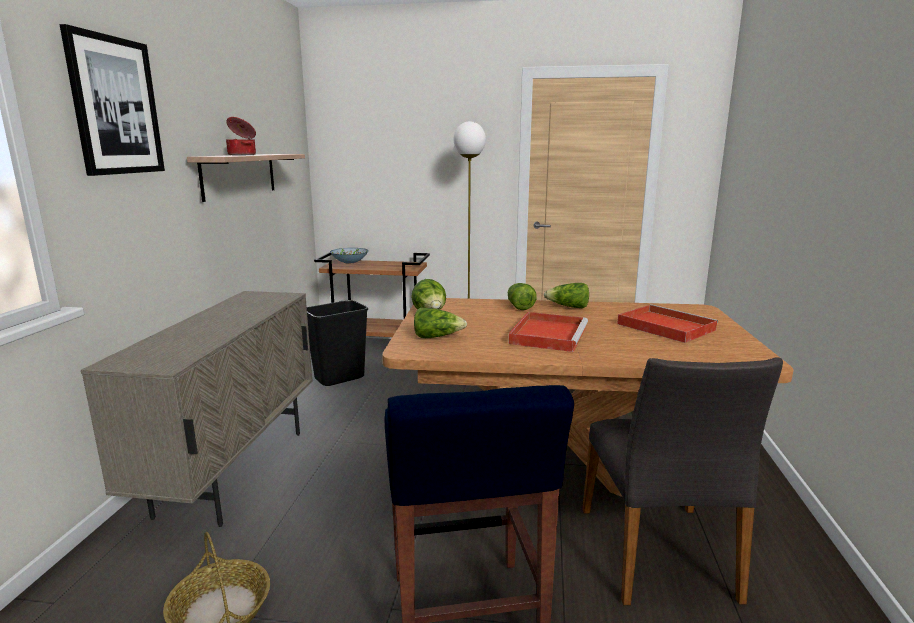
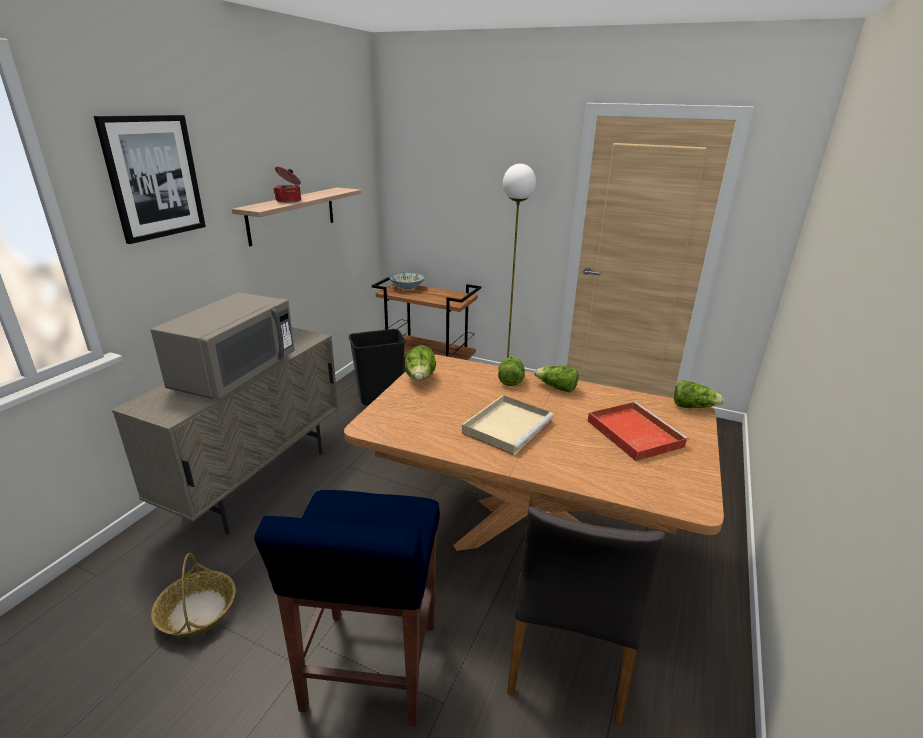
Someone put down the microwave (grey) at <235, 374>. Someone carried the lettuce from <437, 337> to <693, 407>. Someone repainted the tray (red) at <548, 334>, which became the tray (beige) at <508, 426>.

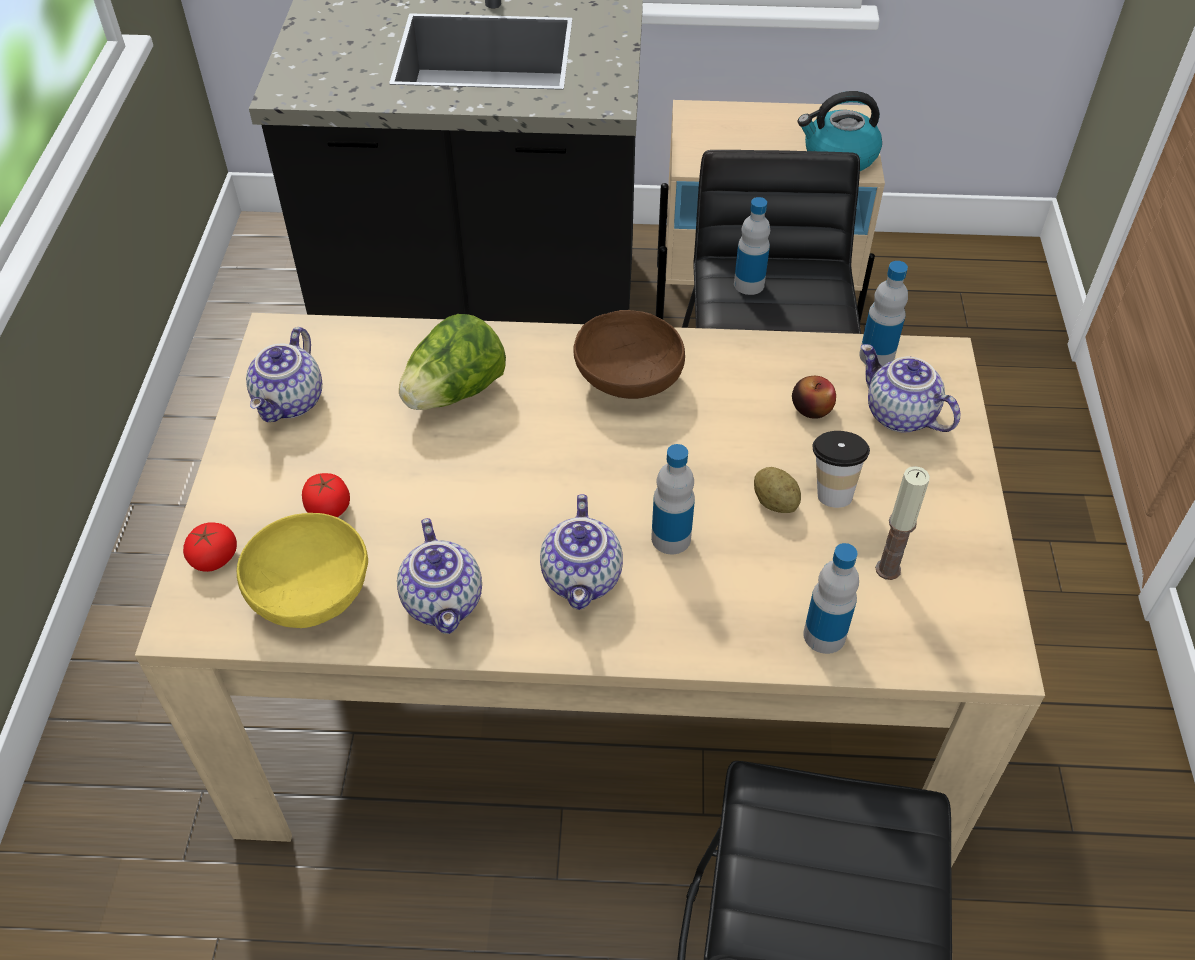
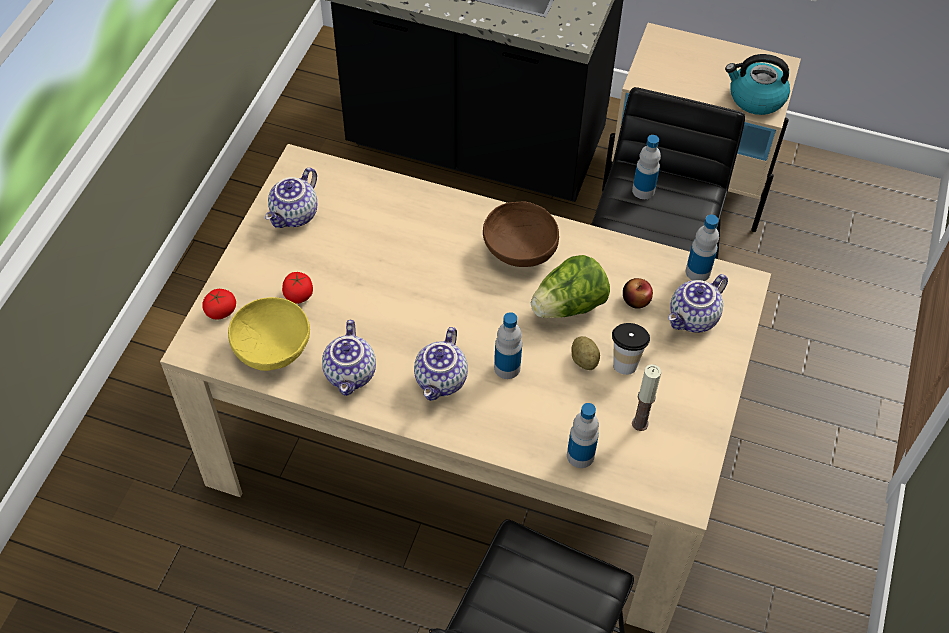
Someone carried the lettuce from <455, 393> to <568, 306>. Someone rotated the teapot at <898, 415> by 105 degrees counterclockwise.

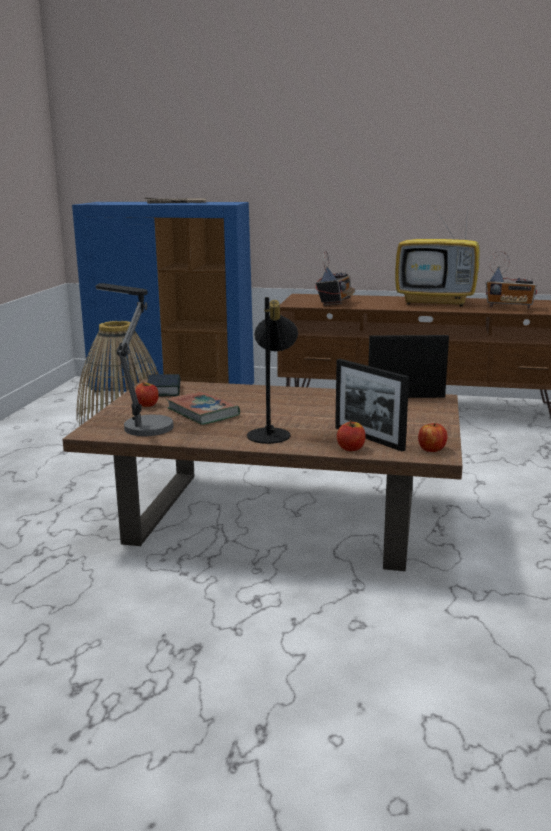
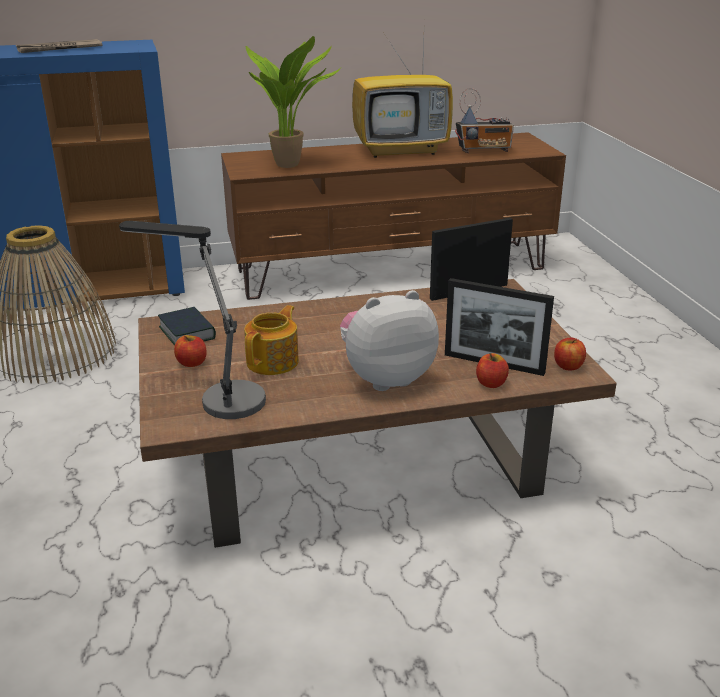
Someone swapped the book at <203, 412> for the teapot at <274, 362>. Someone swapped the table lamp (black) at <272, 433> for the plush toy at <386, 378>. Someone swapped the radio at <335, 303> for the potted plant at <291, 165>.

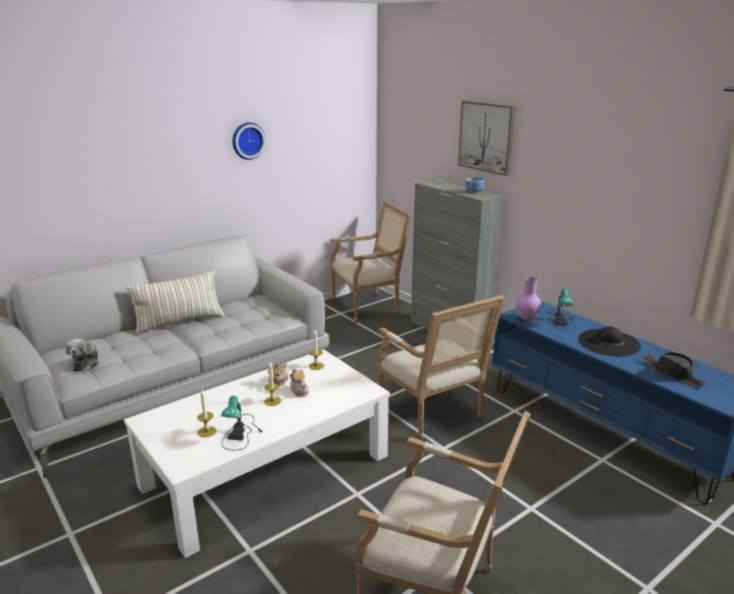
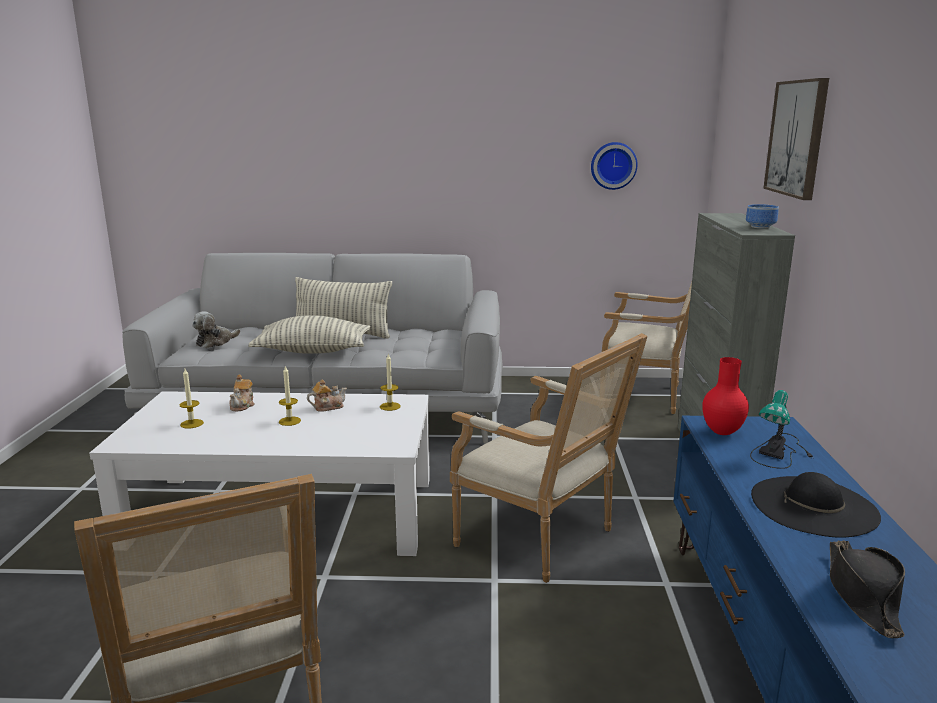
Someone took away the table lamp at <241, 433>. Someone put down the pillow at <313, 351>. Someone carried the wall clock from <247, 140> to <613, 165>. Someone carried the teapot from <299, 391> to <243, 405>. Someone repainted the vase (purple) at <527, 318>, which became the vase (red) at <723, 433>. Someone rotated the armchair at <435, 415> by 60 degrees counterclockwise.

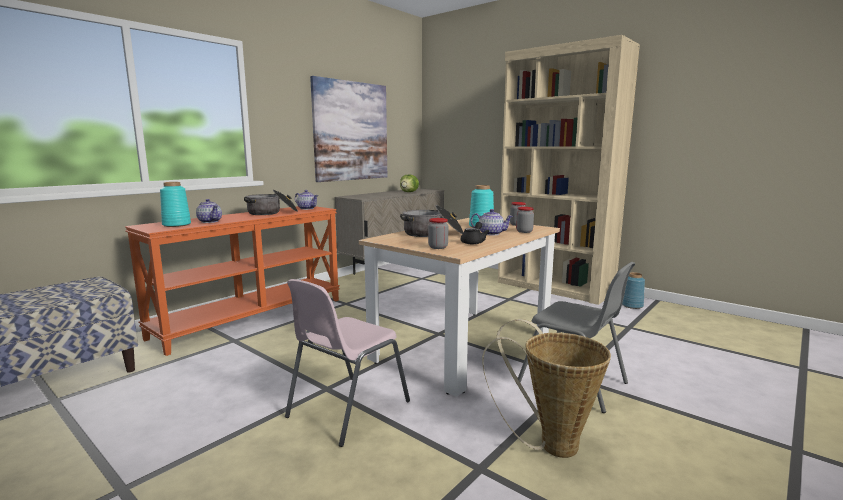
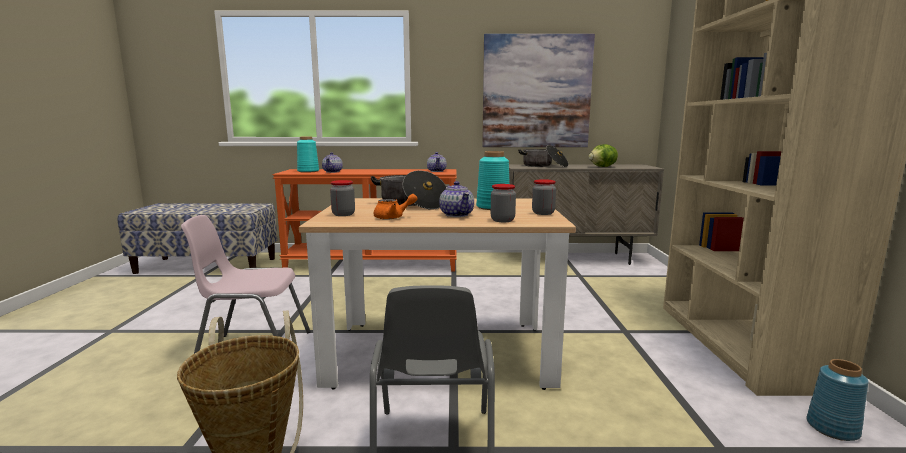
Someone carried the cooking pot from <272, 212> to <544, 166>. Someone repainted the teapot (black) at <474, 242>, which became the teapot (orange) at <393, 217>.

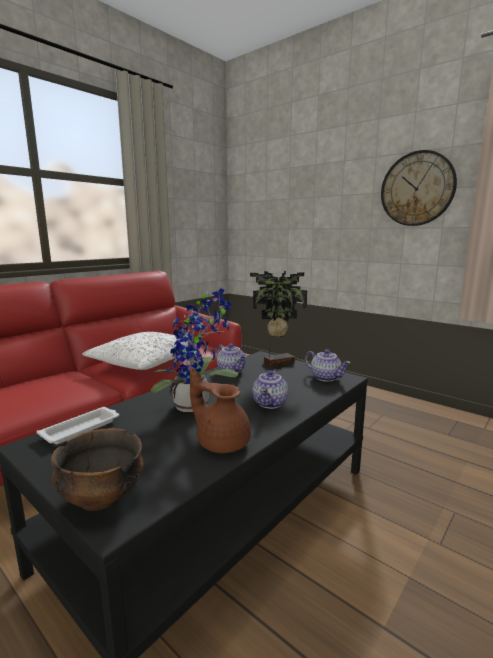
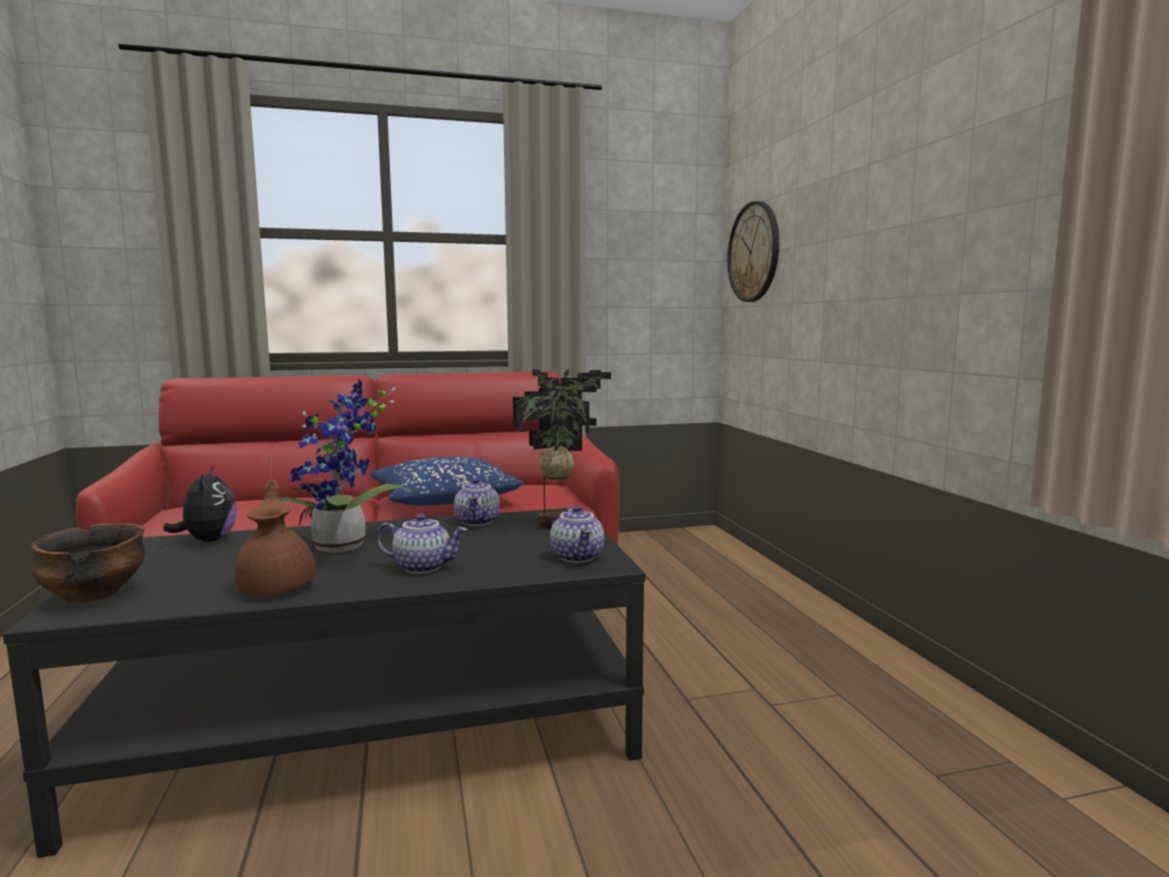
Someone carried the wall clock from <417, 189> to <754, 252>. Someone swapped the tray (white) at <82, 428> for the plush toy at <208, 540>. Someone repainted the pillow (white) at <144, 362>, which became the pillow (blue) at <445, 499>. Someone rotated the teapot at <270, 404> by 135 degrees counterclockwise.

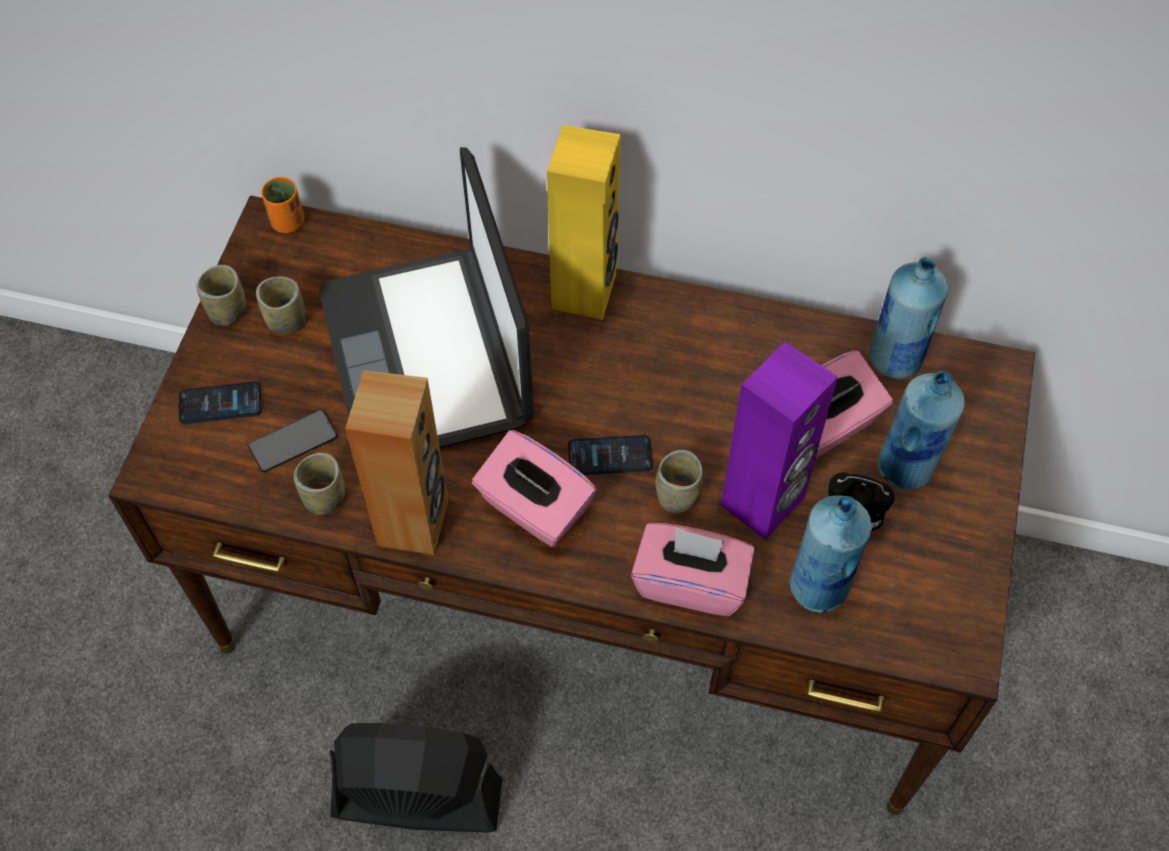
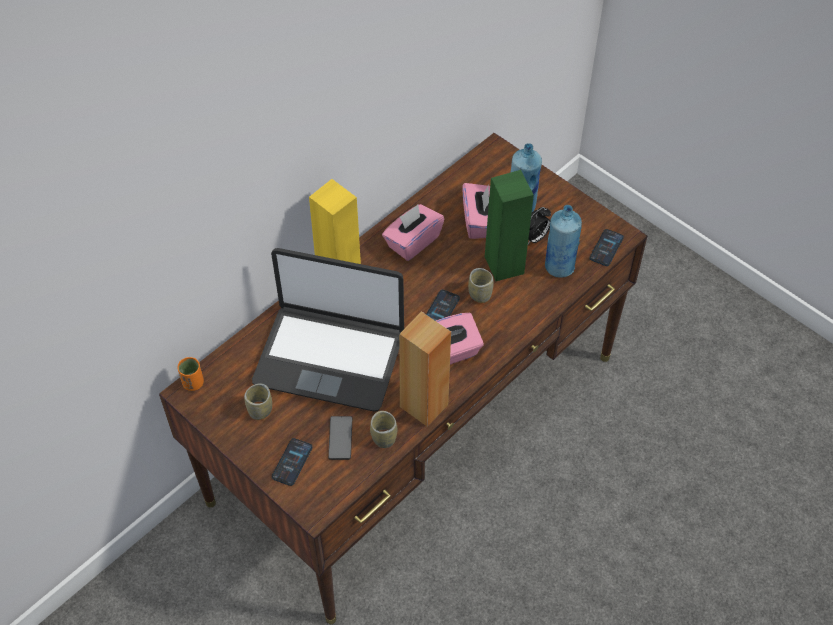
Someone took away the cup at <227, 311>. Someone took away the fan (black) at <416, 798>. Someone took away the bottle (blue) at <894, 359>. Someone put down the phone at <606, 248>. Someone carried the tissue box (pink) from <690, 582> to <412, 242>. Someone repainted the speaker (purple) at <763, 502>, which became the speaker (green) at <504, 265>.

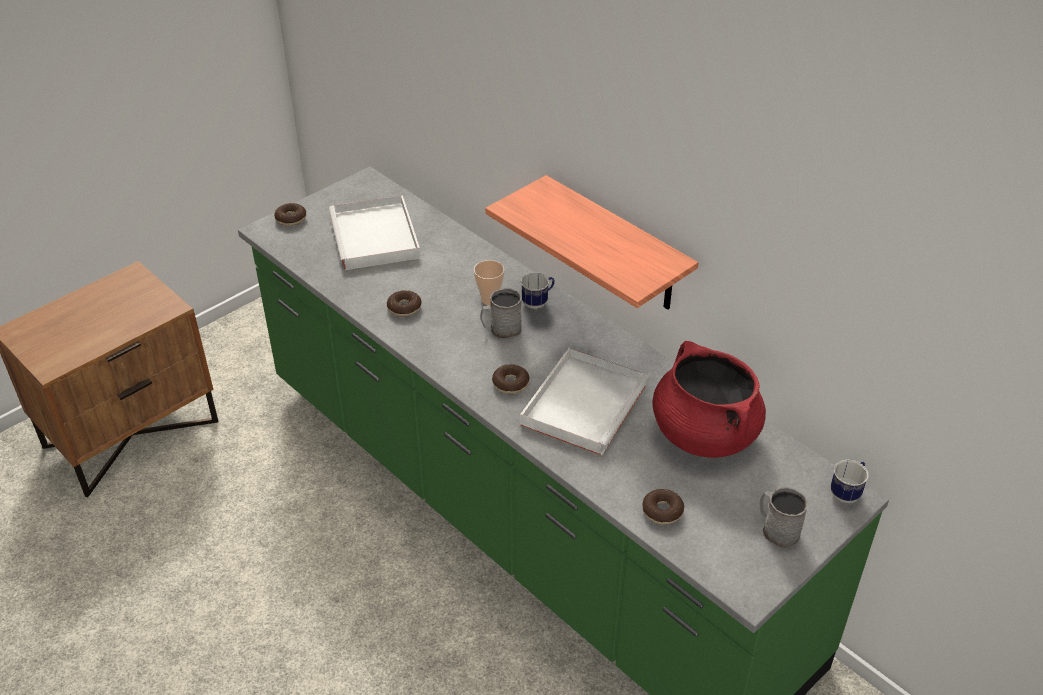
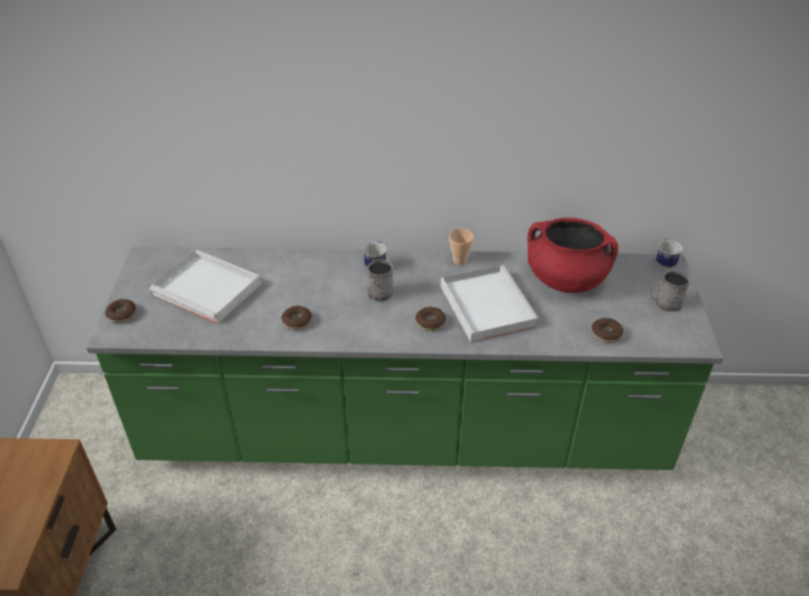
Someone took away the shelf at <616, 246>. Someone carried the cup from <489, 300> to <459, 260>.

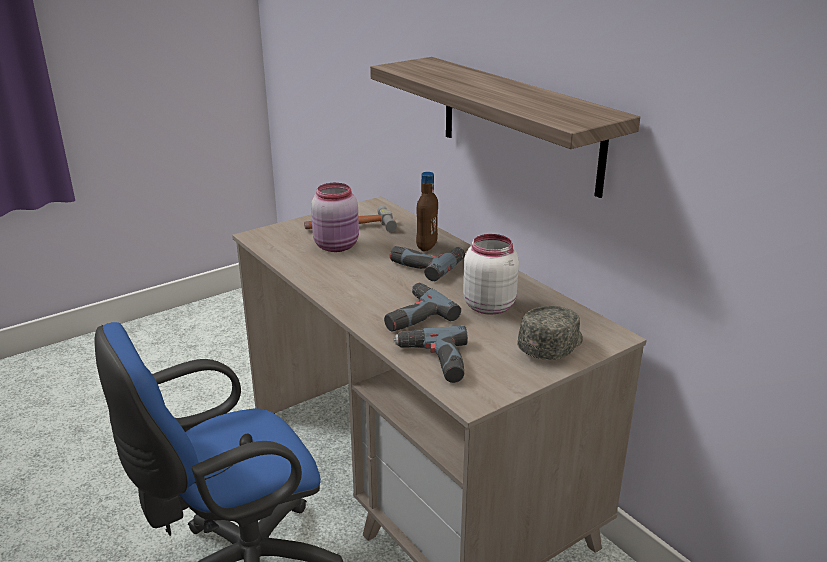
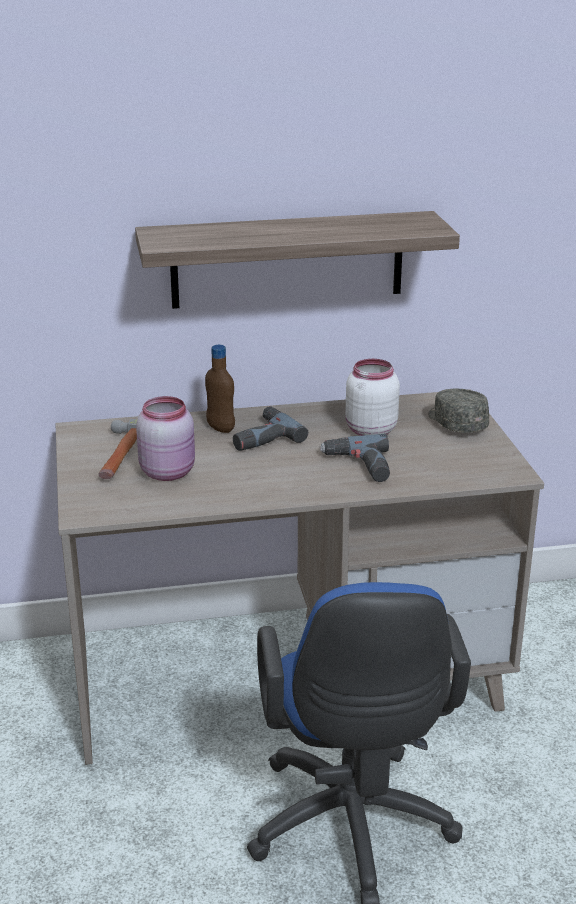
Someone took away the power drill at <433, 362>.

